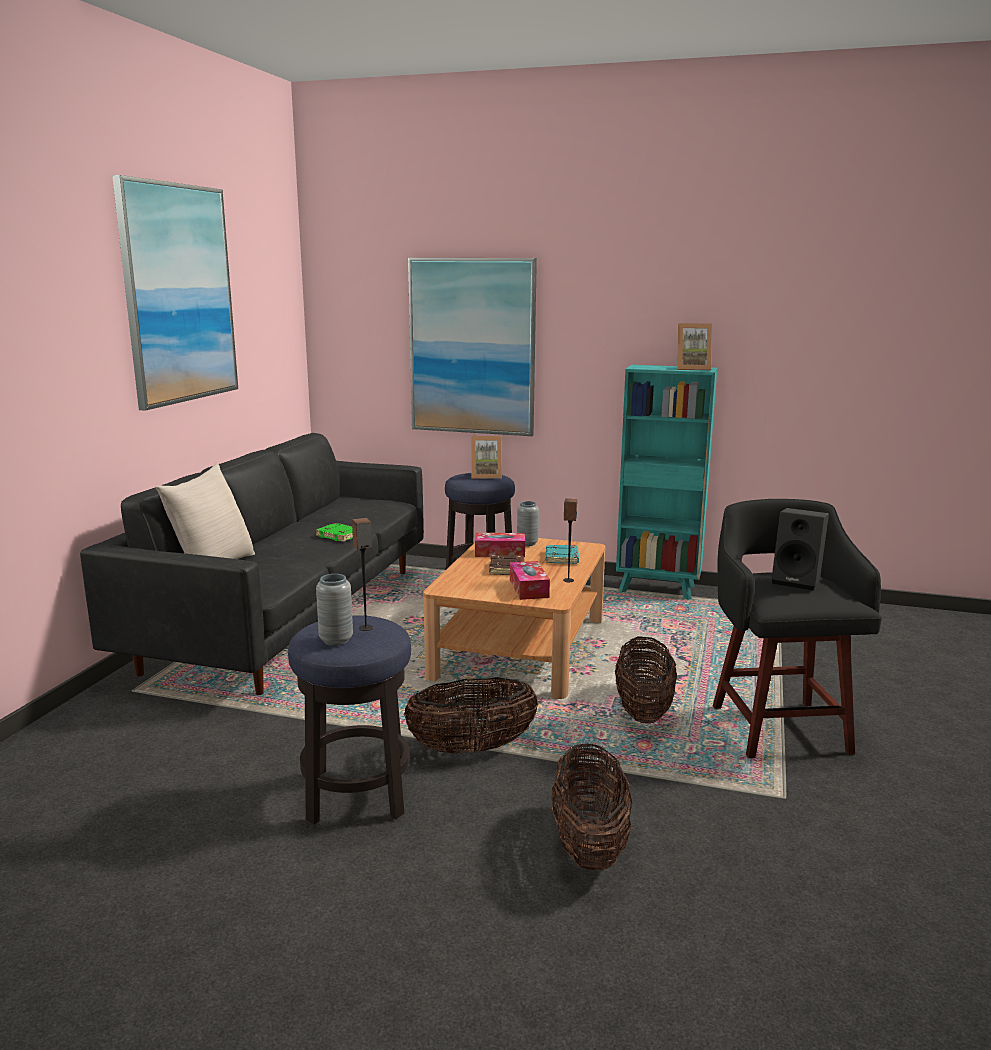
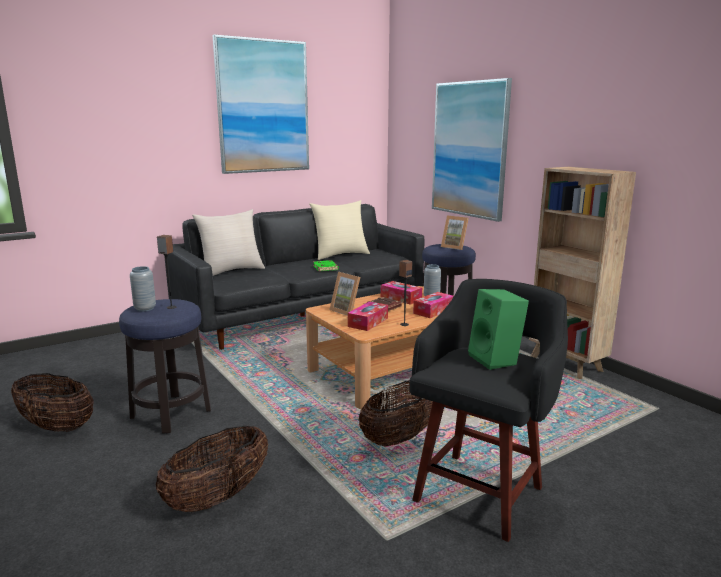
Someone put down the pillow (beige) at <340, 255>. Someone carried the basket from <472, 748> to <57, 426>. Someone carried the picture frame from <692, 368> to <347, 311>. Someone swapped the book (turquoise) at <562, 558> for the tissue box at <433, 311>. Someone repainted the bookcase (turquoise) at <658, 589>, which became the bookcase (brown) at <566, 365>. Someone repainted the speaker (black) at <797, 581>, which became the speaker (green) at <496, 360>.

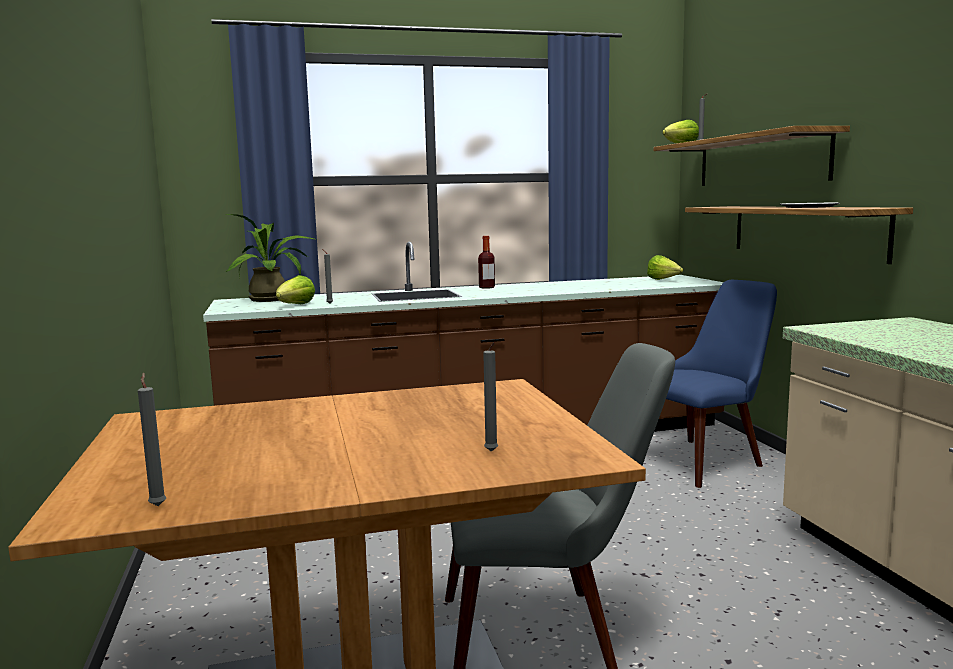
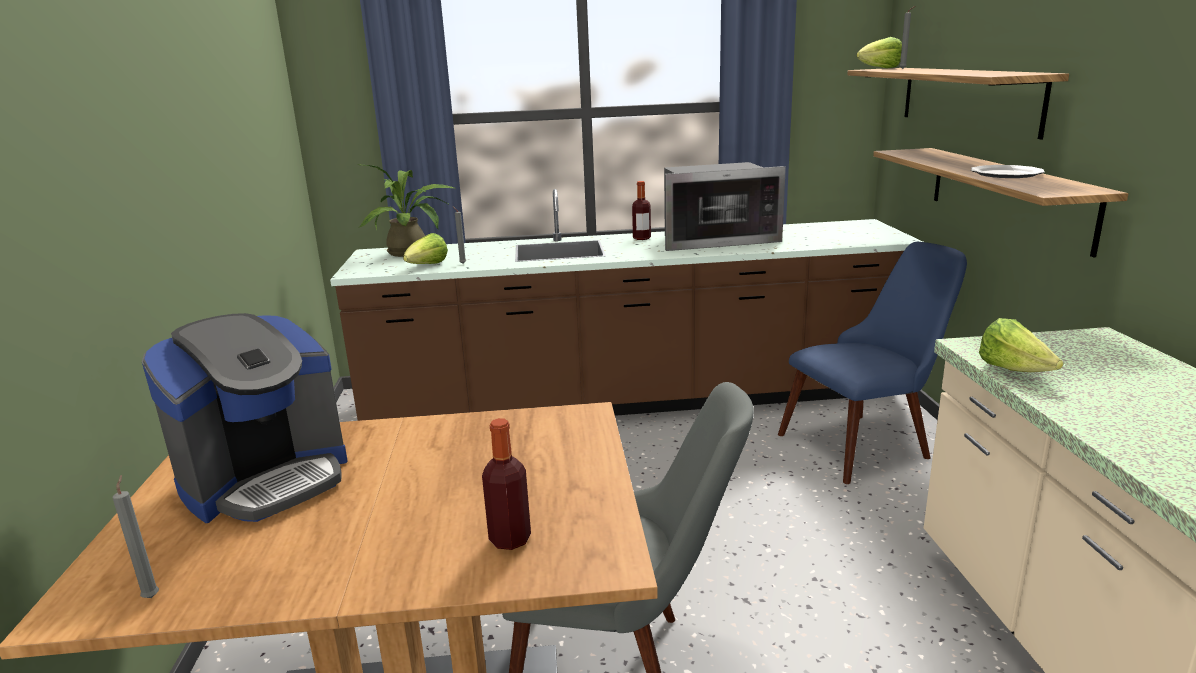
Someone put down the coffee machine at <267, 480>. Someone put down the microwave at <715, 239>. Someone carried the lettuce from <664, 280> to <1014, 371>. Someone swapped the candle (grey) at <492, 452> for the bottle at <510, 539>.

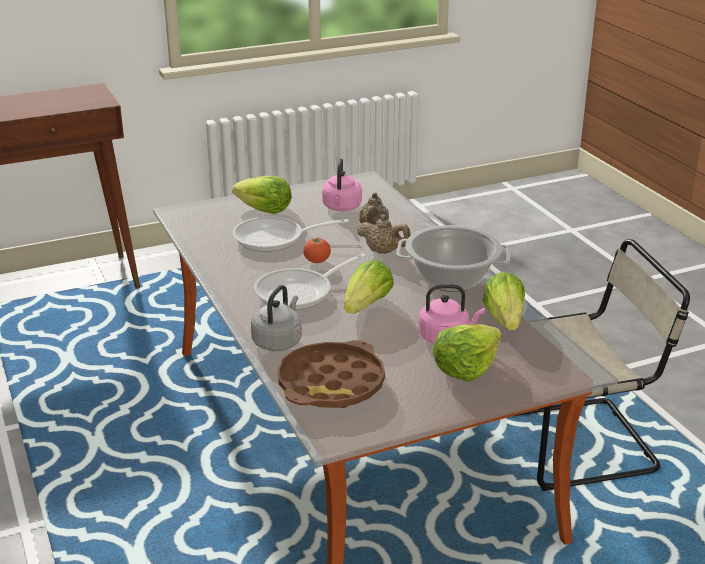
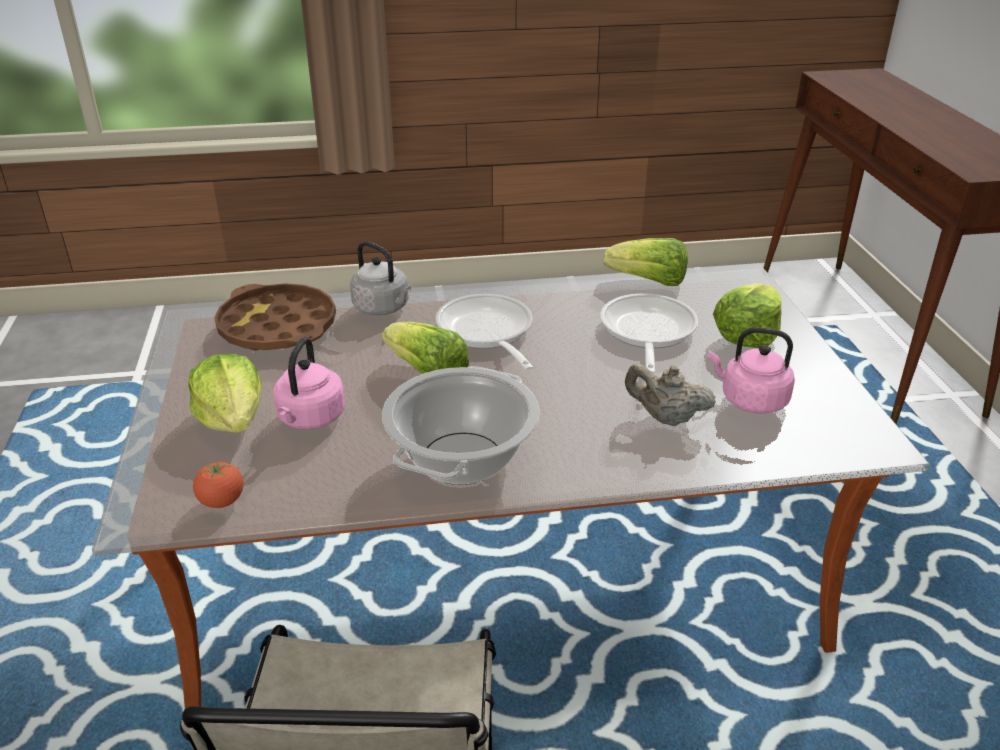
Someone took away the teapot (beige) at <383, 251>. Someone carried the tomato from <317, 261> to <222, 501>. Someone carried the lettuce from <504, 319> to <649, 281>.

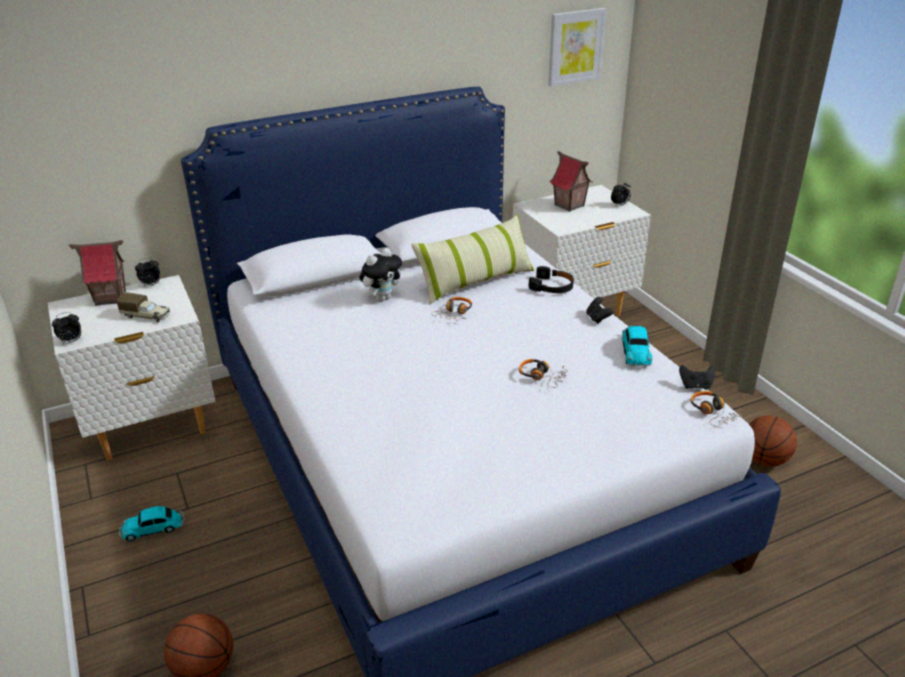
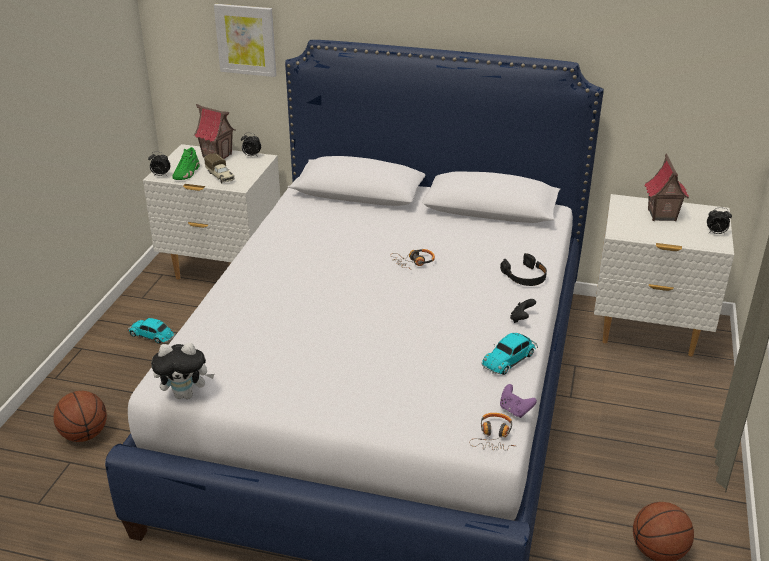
Someone took away the pillow at <475, 281>. Someone took away the headphones at <542, 376>. Someone put down the shoe (green) at <187, 173>. Someone carried the plush toy from <382, 298> to <186, 394>. Someone carried the picture from <575, 46> to <246, 39>. Someone repainted the game controller (black) at <695, 386>, which became the game controller (purple) at <515, 410>.

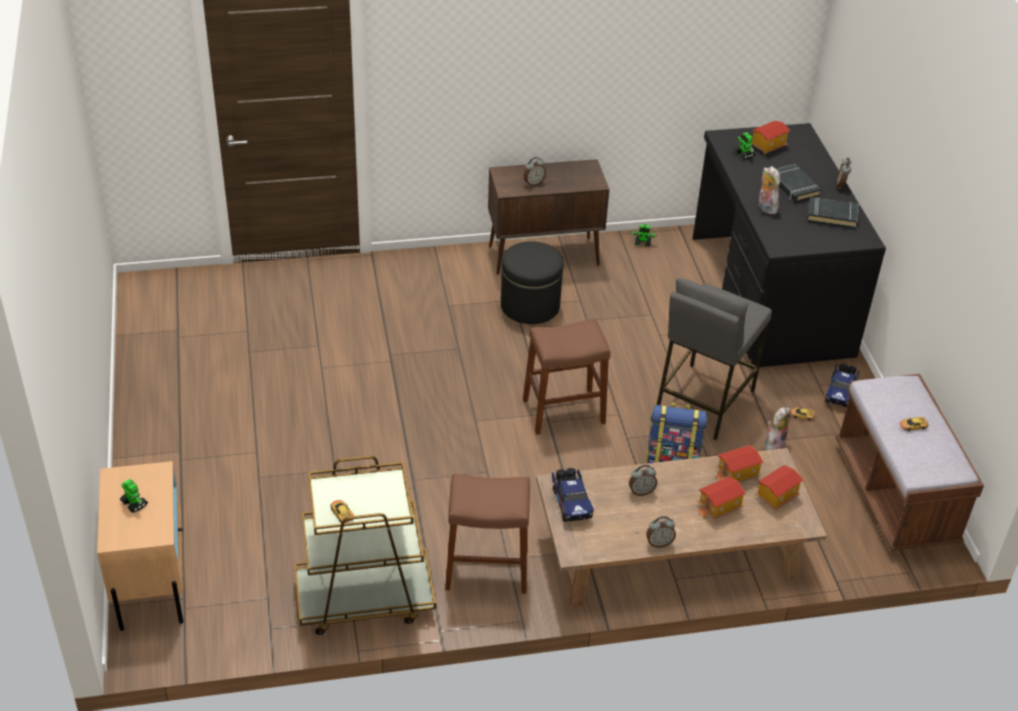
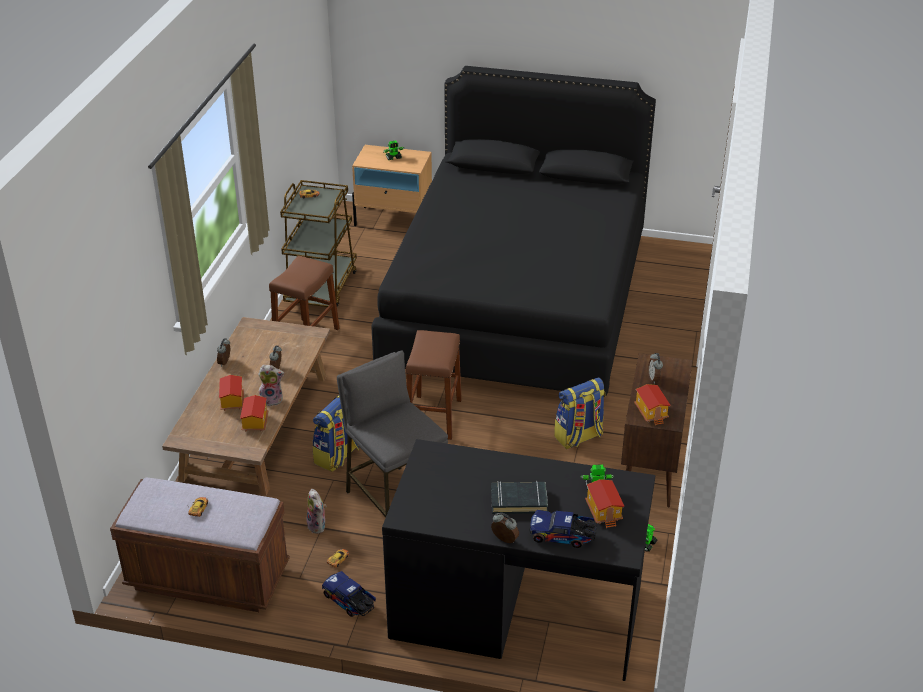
Someone took away the book (black) at <832, 216>. Someone put down the bed (black) at <518, 302>. Someone carried the toy truck from <571, 501> to <563, 536>. Someone carried the toy house from <776, 496> to <651, 412>. Someone carried the plush toy from <765, 207> to <272, 399>. Someone swapped the ottoman (black) at <530, 305> for the backpack at <578, 437>.

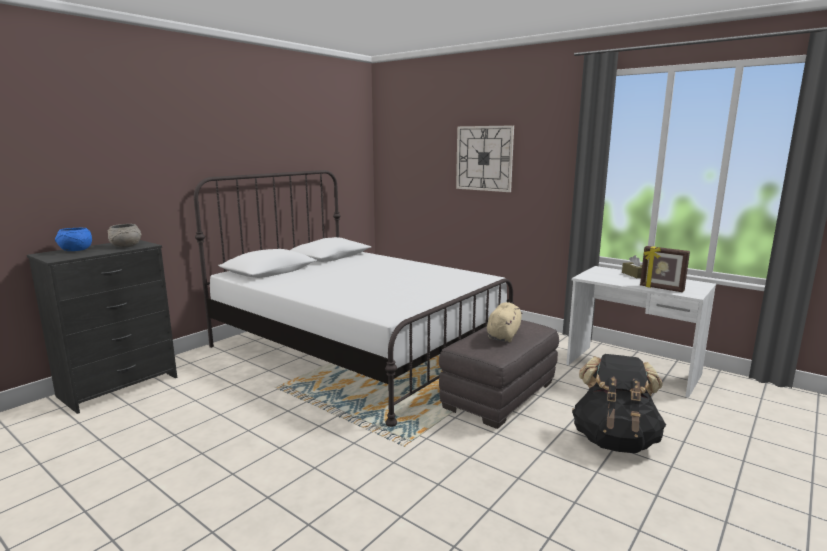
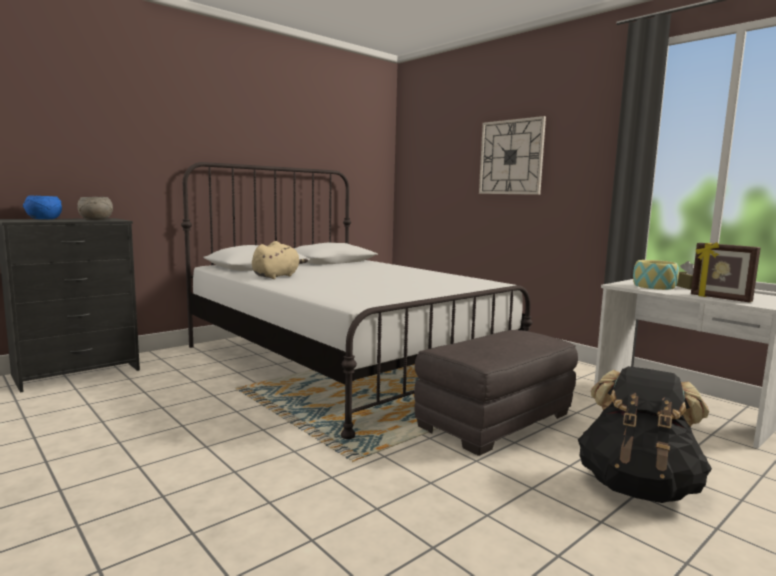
Someone put down the bowl at <653, 286>. Someone carried the plush toy (beige) from <503, 335> to <277, 276>.

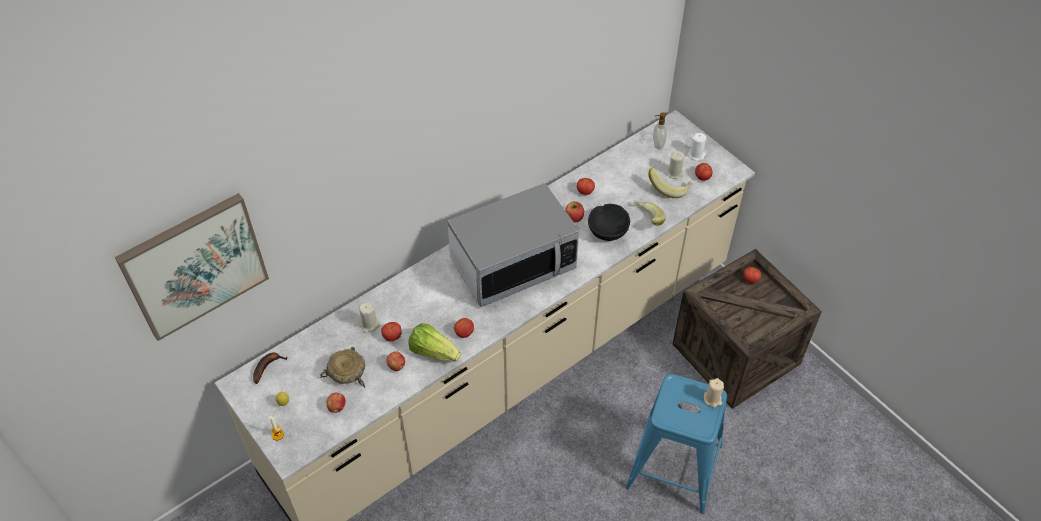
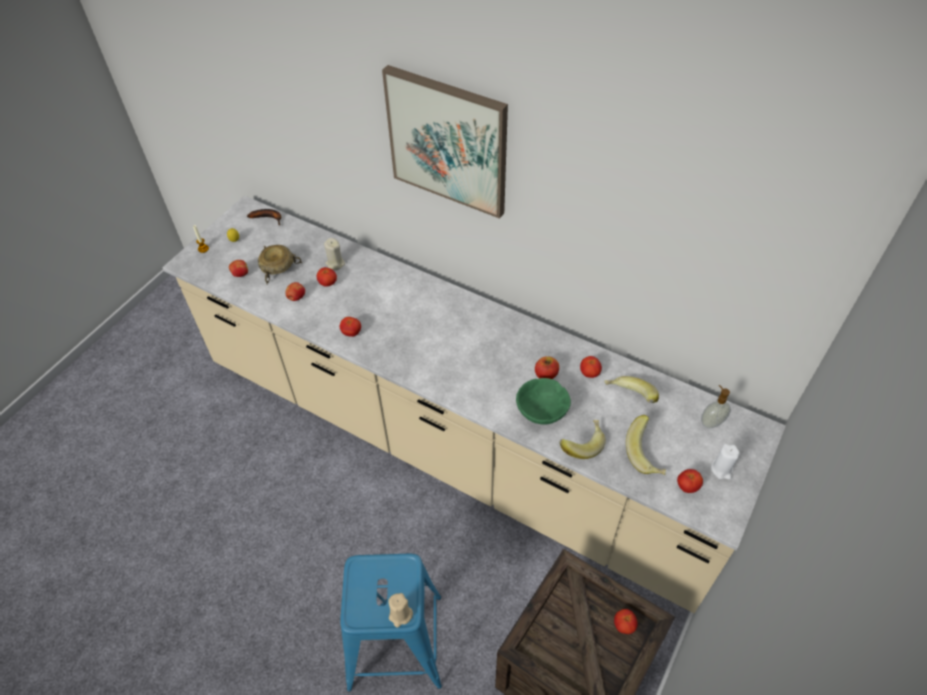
Someone took away the lettuce at <433, 352>. Someone took away the microwave at <513, 264>. Someone took away the candle (beige) at <674, 173>. Someone put down the banana at <629, 398>. Someone carried the picture from <195, 265> to <448, 141>. Someone repainted the bowl (black) at <607, 232>, which became the bowl (green) at <542, 411>.

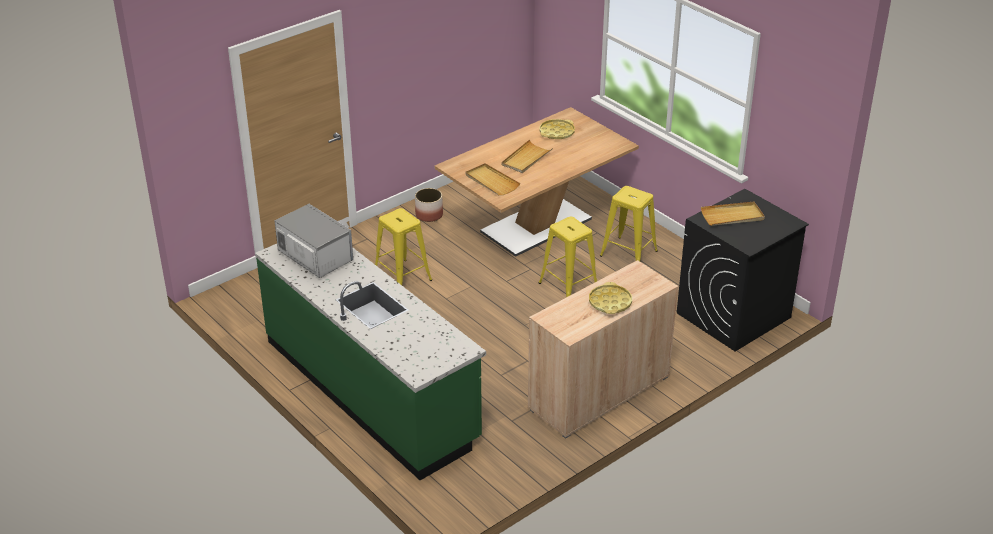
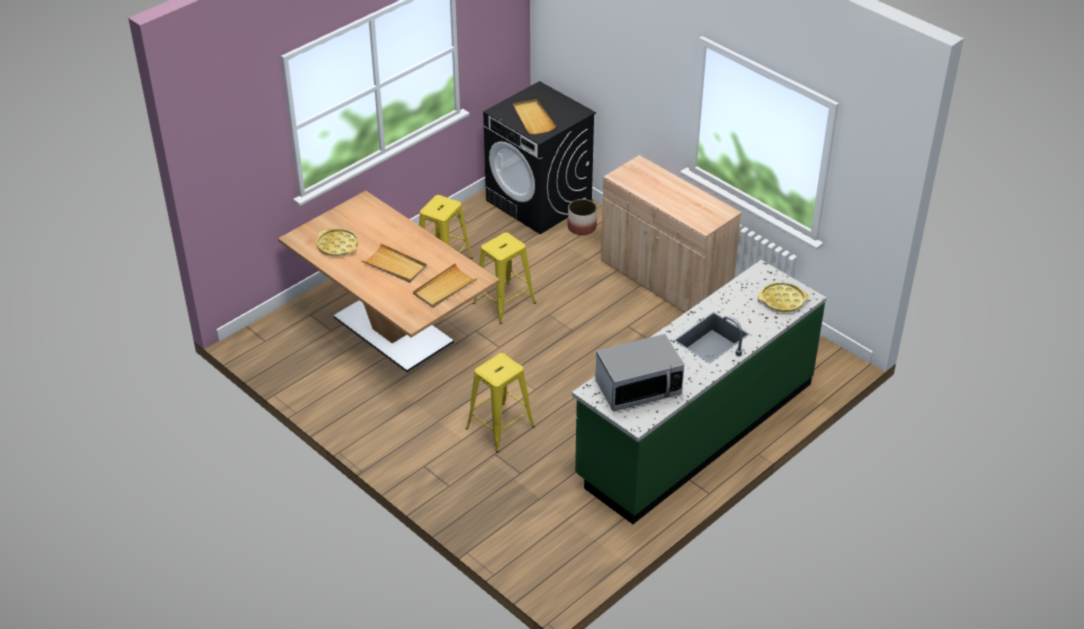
Someone carried the planter from <429, 215> to <581, 227>. Someone carried the tray (yellow) from <610, 302> to <782, 301>. Someone rotated the microwave at <315, 257> by 150 degrees counterclockwise.

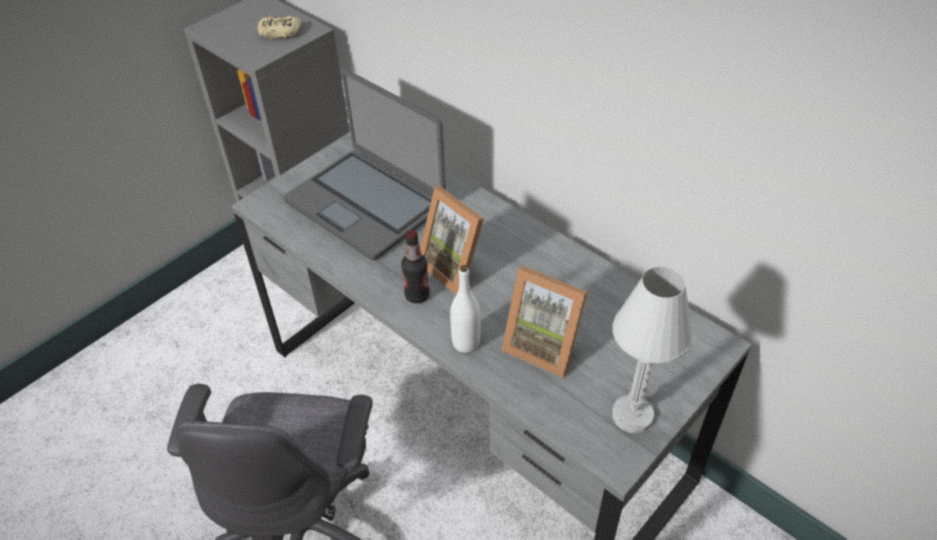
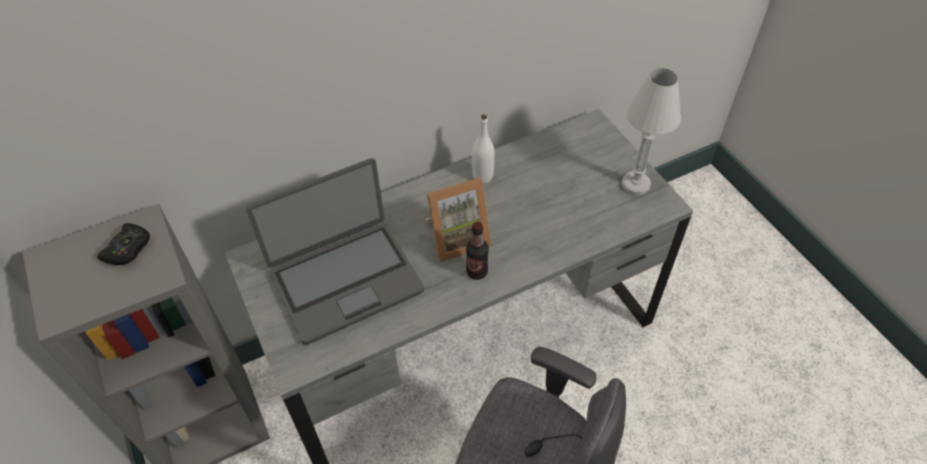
Someone took away the picture frame at <544, 345>. Someone carried the bottle (white) from <466, 343> to <483, 177>. Someone repainted the game controller (beige) at <279, 32>, which became the game controller (black) at <128, 249>.

